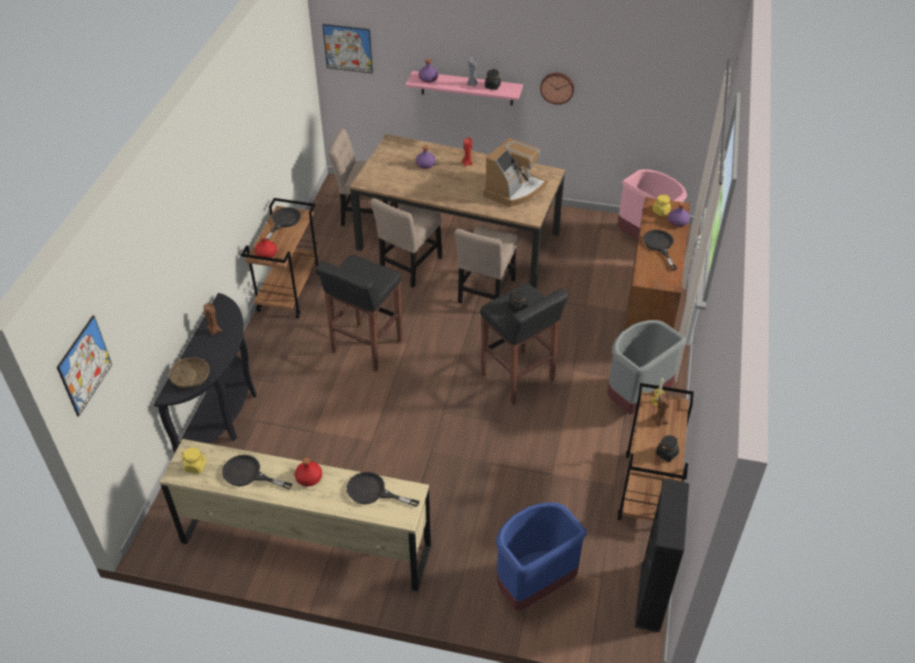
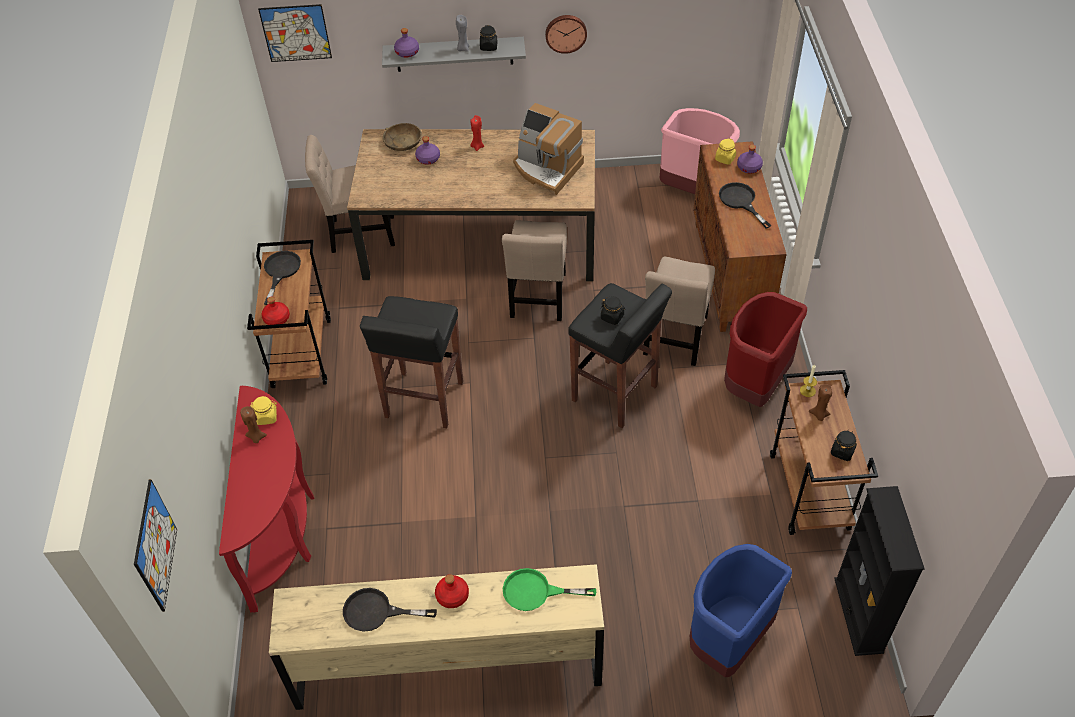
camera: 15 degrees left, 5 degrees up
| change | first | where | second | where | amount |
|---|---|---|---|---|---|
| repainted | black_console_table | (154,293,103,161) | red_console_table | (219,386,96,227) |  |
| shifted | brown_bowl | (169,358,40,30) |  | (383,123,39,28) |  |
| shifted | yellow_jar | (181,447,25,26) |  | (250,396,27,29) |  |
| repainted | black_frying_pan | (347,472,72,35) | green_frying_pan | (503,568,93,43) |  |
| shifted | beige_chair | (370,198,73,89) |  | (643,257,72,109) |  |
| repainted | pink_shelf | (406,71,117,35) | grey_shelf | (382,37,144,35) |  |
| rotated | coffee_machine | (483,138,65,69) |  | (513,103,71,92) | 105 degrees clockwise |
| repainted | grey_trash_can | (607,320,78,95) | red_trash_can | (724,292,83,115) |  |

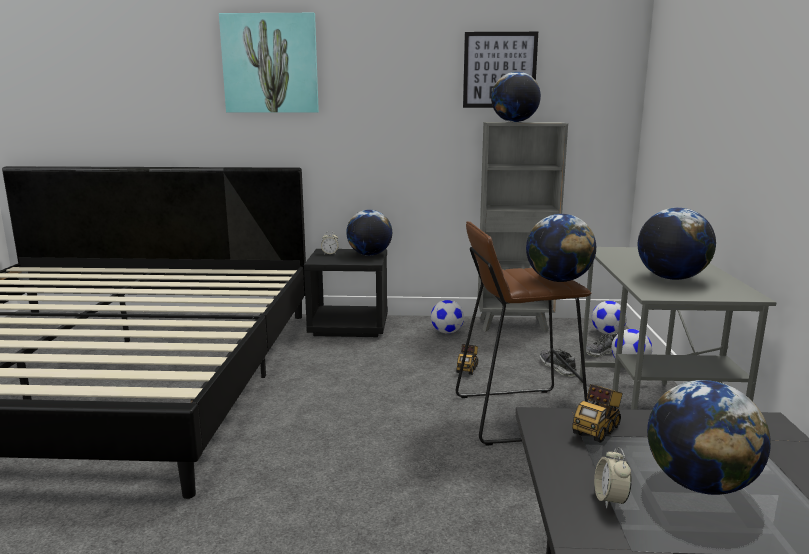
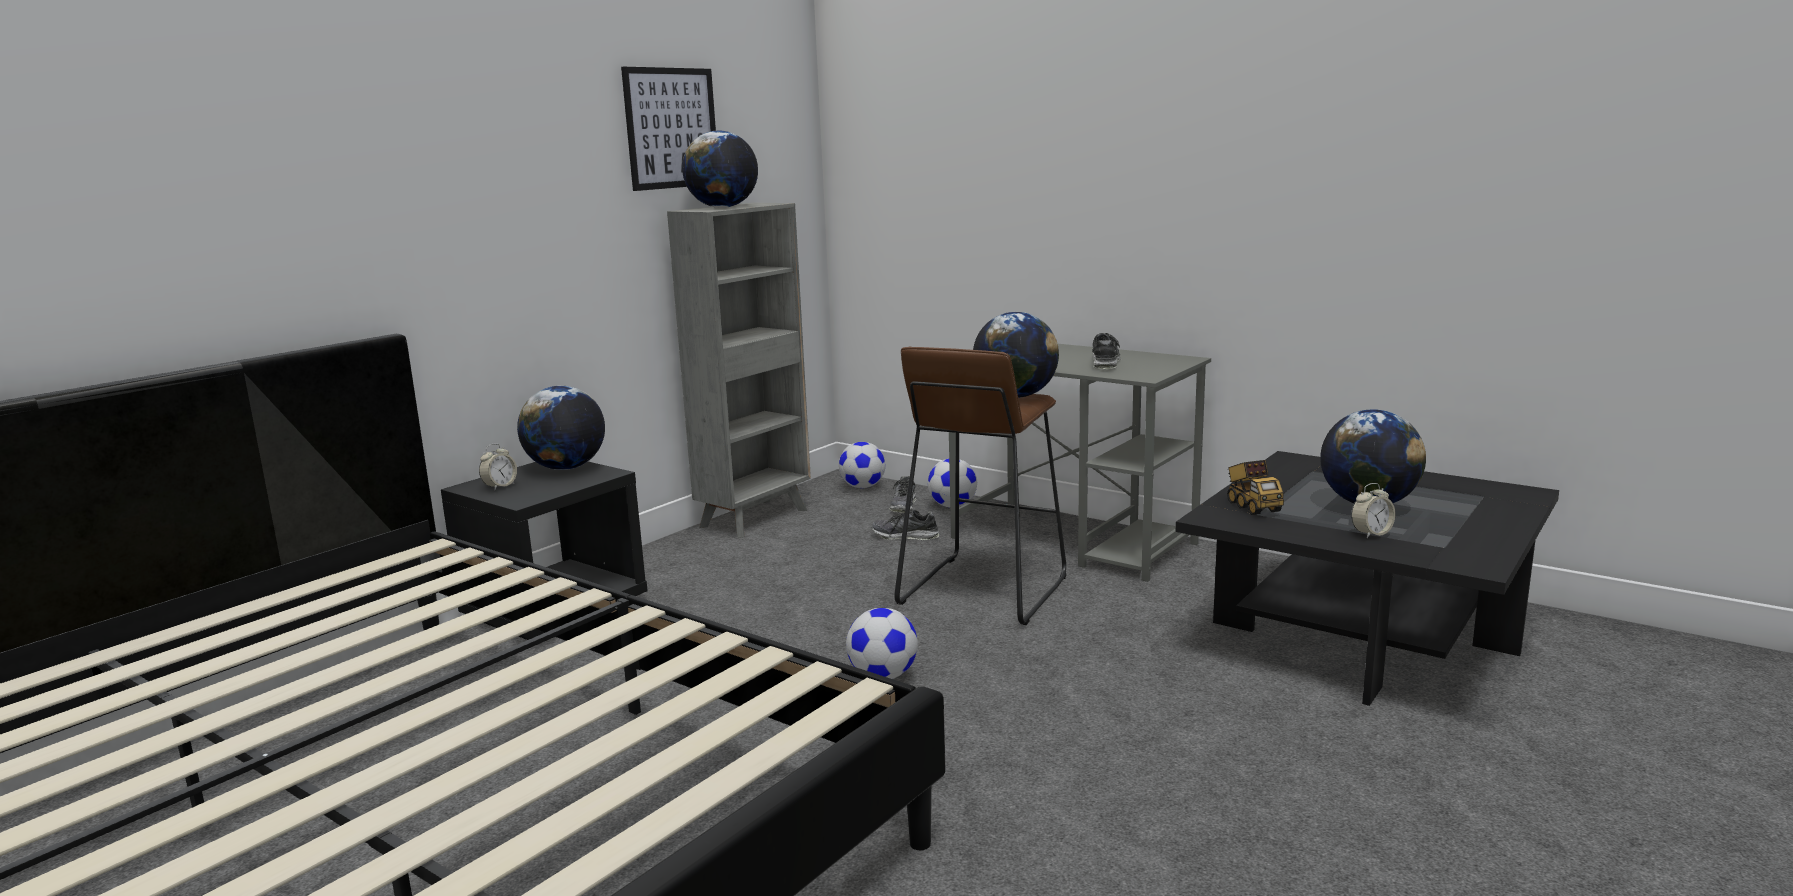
camera: 55 degrees left, 0 degrees up
| change | first | where | second | where | amount |
|---|---|---|---|---|---|
| gone | picture | (219,13,100,100) |  |  |  |
| shifted | football | (431,300,33,33) |  | (846,608,72,71) |  |
| gone | toy_truck | (456,344,22,31) |  |  |  |
| rotated | alarm_clock | (594,447,38,61) |  | (1351,483,44,55) | 60 degrees counterclockwise |
| swapped | globe | (638,208,78,72) | shoe | (1092,333,29,36) |  |

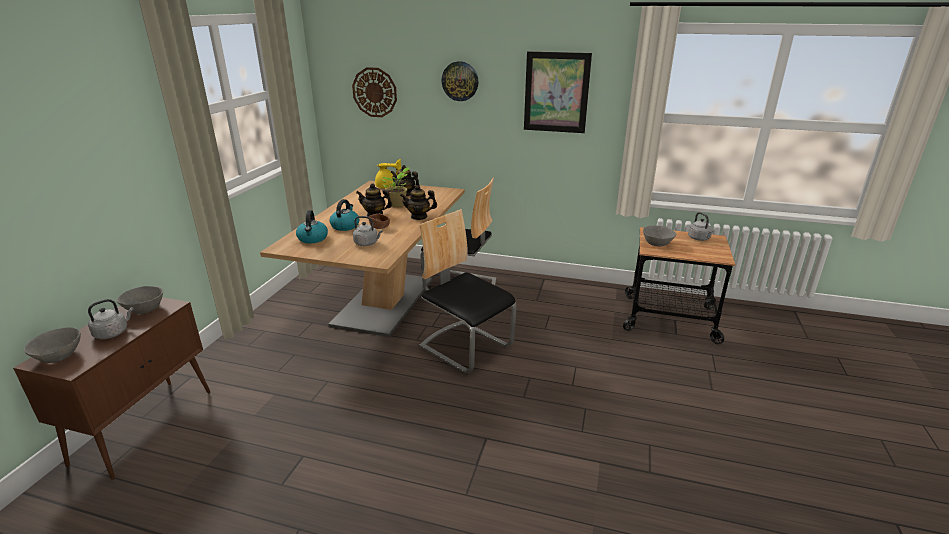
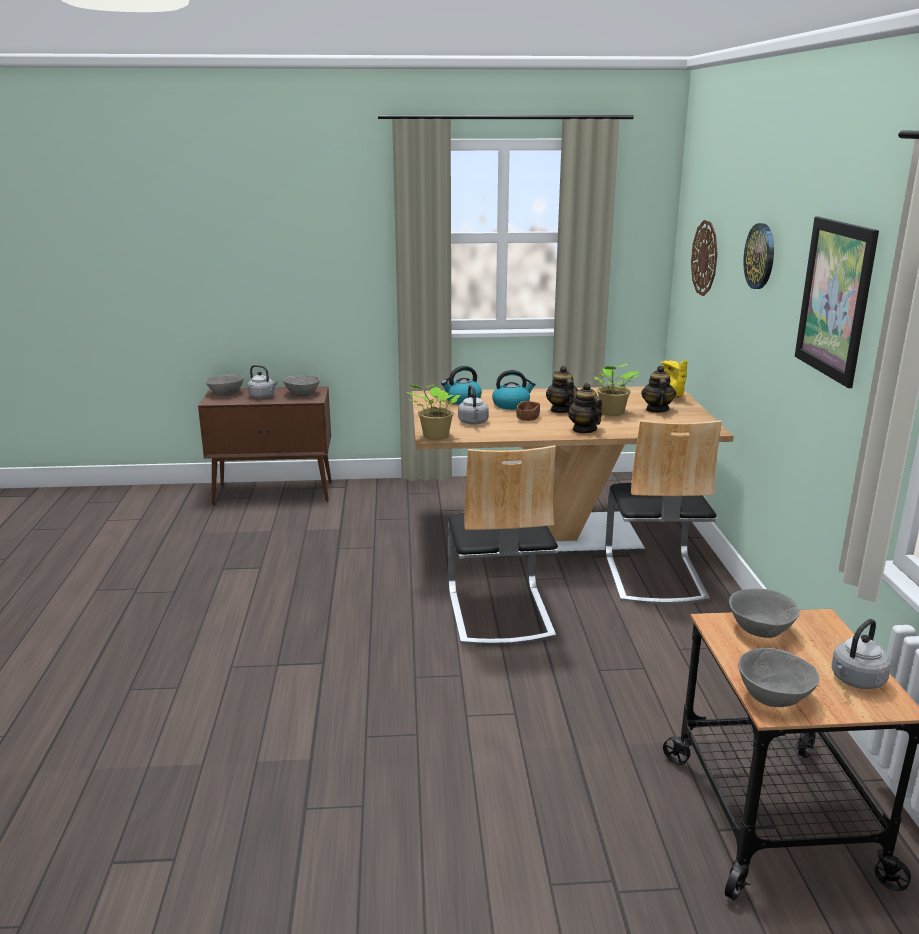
camera: 70 degrees right, 5 degrees down
| change | first | where | second | where | amount |
|---|---|---|---|---|---|
| rotated | chair | (419,209,98,164) |  | (448,445,110,200) | 150 degrees clockwise |
| new |  |  | potted_plant | (406,385,54,55) |  |
| new |  |  | grey_bowl | (738,648,81,59) |  |

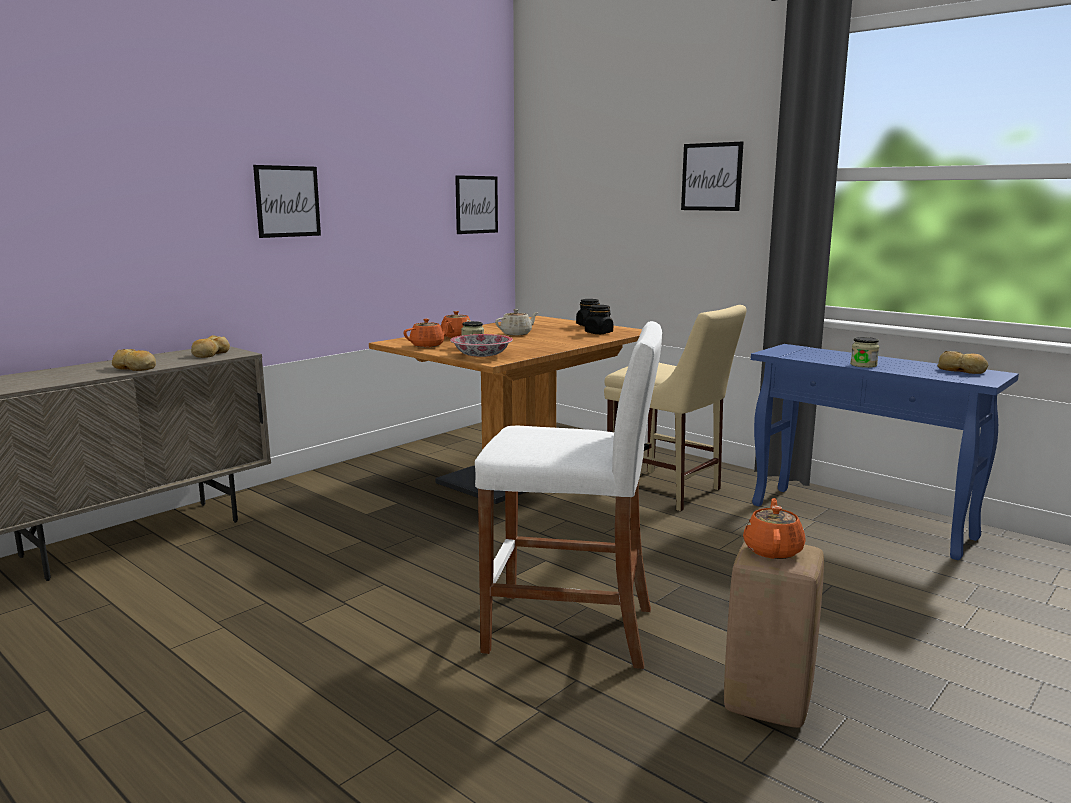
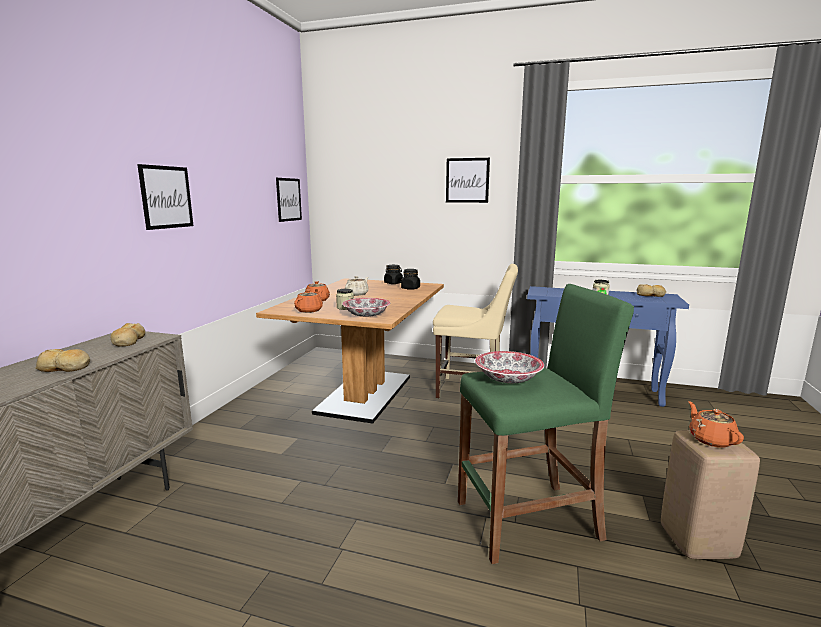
camera: 25 degrees left, 0 degrees up
| change | first | where | second | where | amount |
|---|---|---|---|---|---|
| repainted | white_stool | (475,321,187,348) | green_stool | (458,284,176,280) |  |
| new |  |  | bowl | (475,351,69,32) |  |

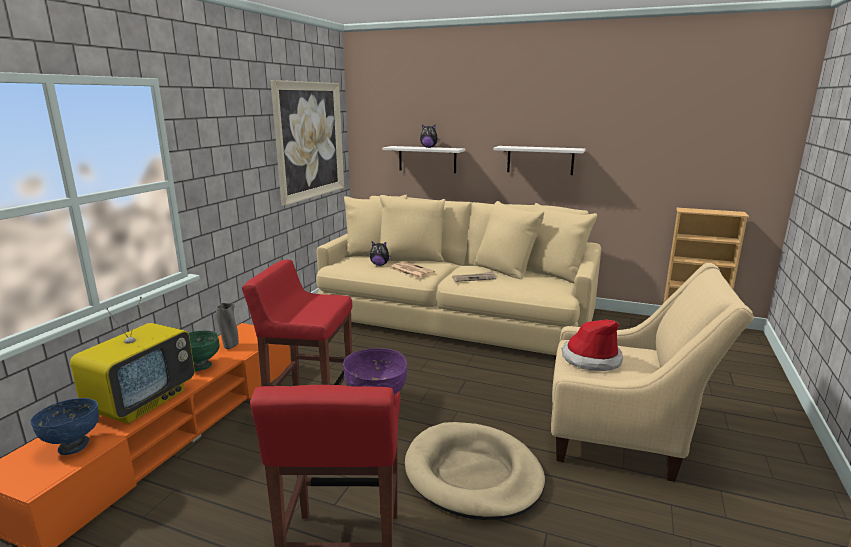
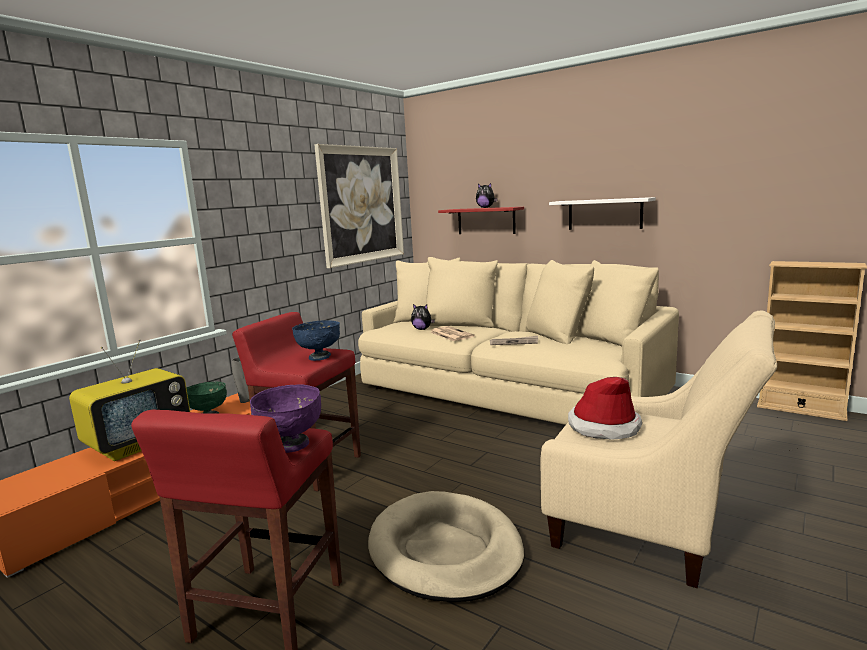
camera: 15 degrees right, 5 degrees down
| change | first | where | second | where | amount |
|---|---|---|---|---|---|
| shifted | blue_bowl | (30,398,69,57) |  | (292,320,48,41) |  |
| repainted | white_shelf | (382,146,83,27) | red_shelf | (438,207,86,27) |  |

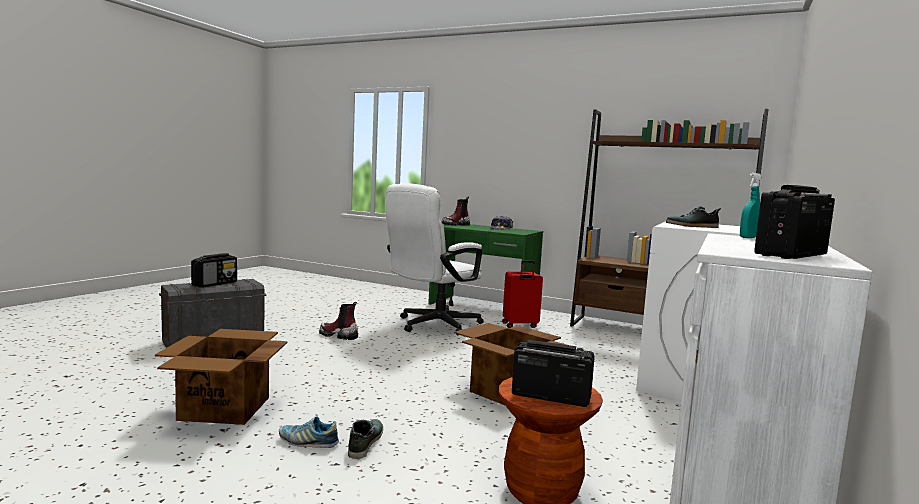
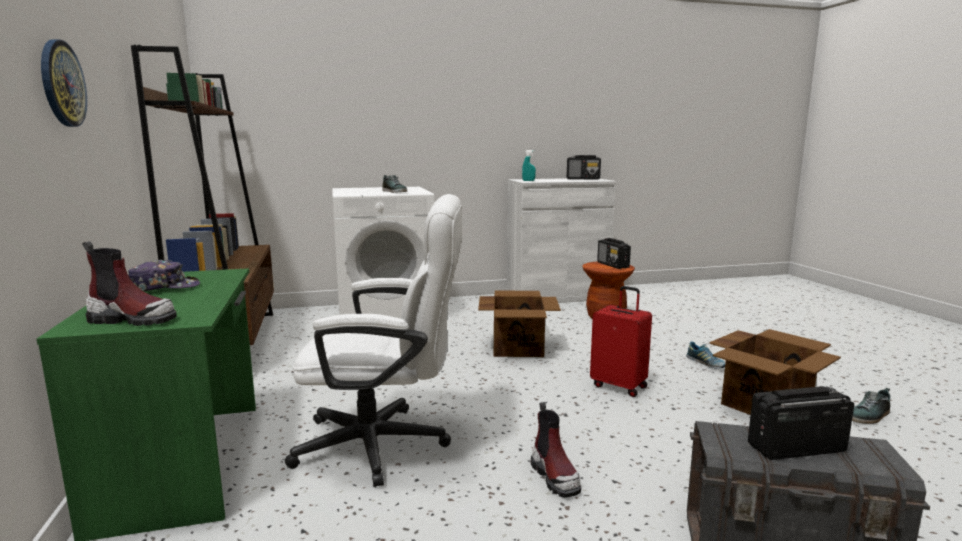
camera: 130 degrees left, 5 degrees up
| change | first | where | second | where | amount |
|---|---|---|---|---|---|
| shifted | shoe | (348,419,35,40) |  | (852,388,38,36) |  |
| shifted | red_suitcase | (502,260,41,68) |  | (590,286,62,111) |  |
| new |  |  | wall_clock | (41,39,46,88) |  |

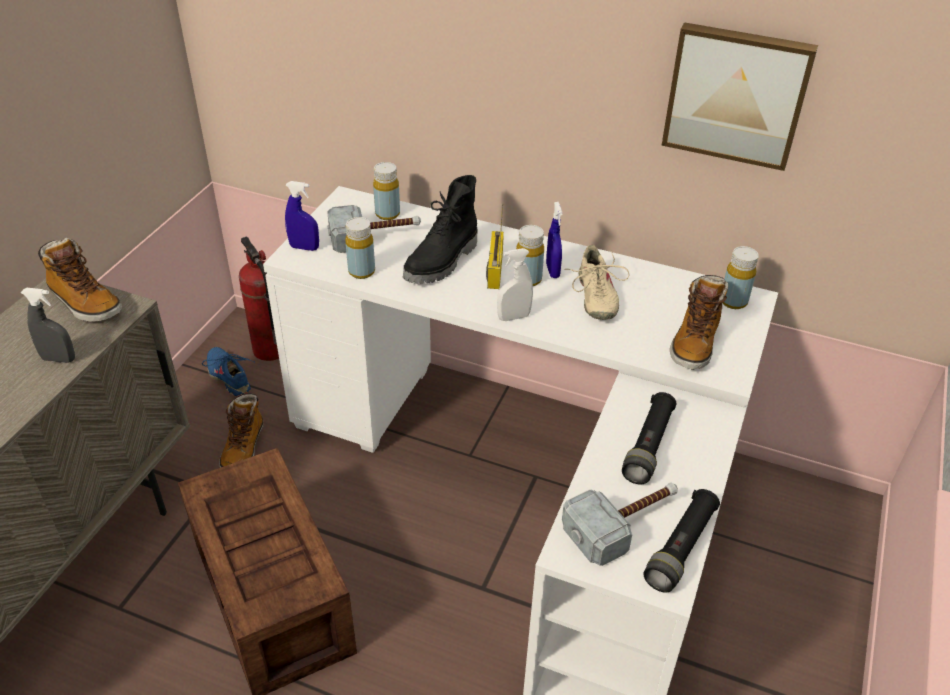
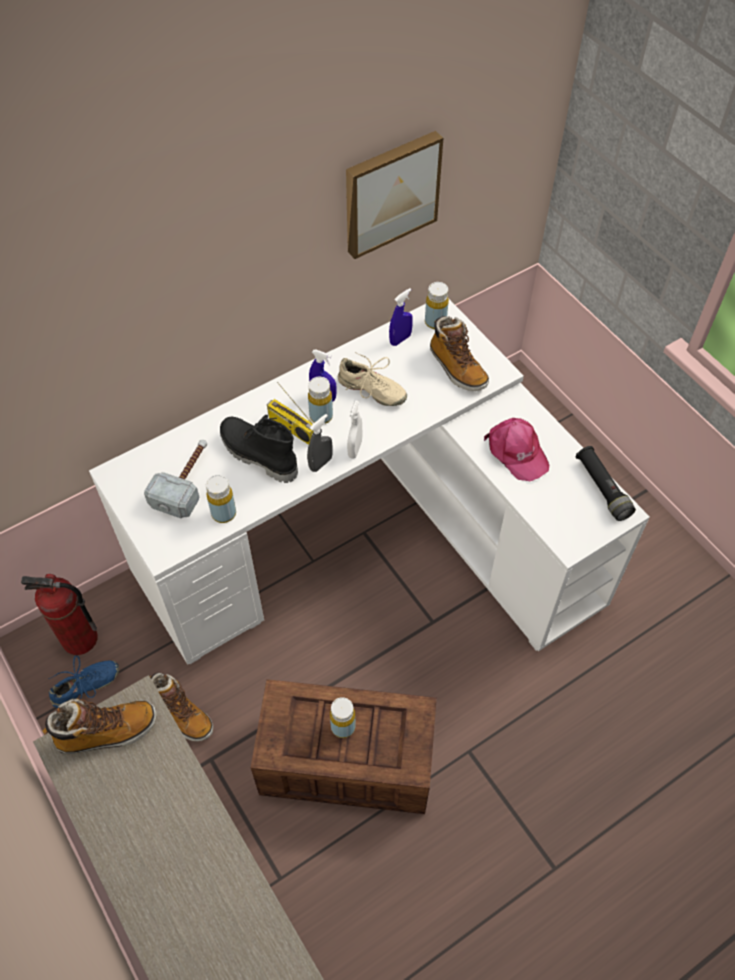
camera: 55 degrees left, 15 degrees up
| change | first | where | second | where | amount |
|---|---|---|---|---|---|
| shifted | grey_spray_bottle | (21,288,54,75) |  | (307,414,26,58) |  |
| rotated | blue_shoe | (202,347,54,49) |  | (49,655,71,53) | 150 degrees clockwise |
| shifted | blue_spray_bottle | (285,181,34,70) |  | (389,288,24,58) |  |
| shifted | yellow_bottle | (373,162,27,58) |  | (330,697,26,41) |  |
| rotated | black_boot | (403,175,74,109) |  | (220,415,78,68) | 150 degrees clockwise |
| gone | hammer | (562,482,116,84) |  |  |  |
| swapped | black_flashlight | (622,392,54,92) | pink_cap | (484,418,65,63) |  |

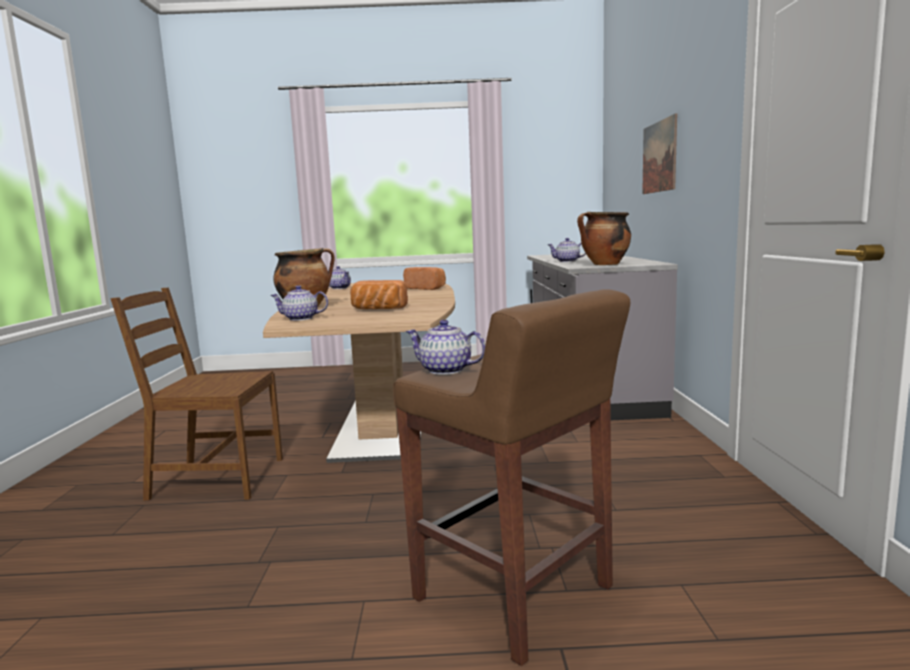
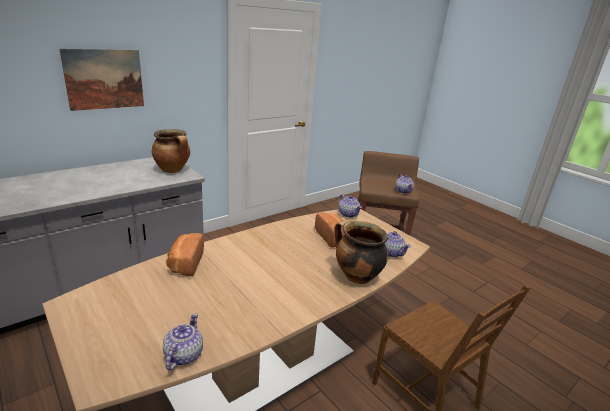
camera: 130 degrees left, 15 degrees up
| change | first | where | second | where | amount |
|---|---|---|---|---|---|
| shifted | teapot | (548,238,38,24) |  | (338,194,24,24) |  |

